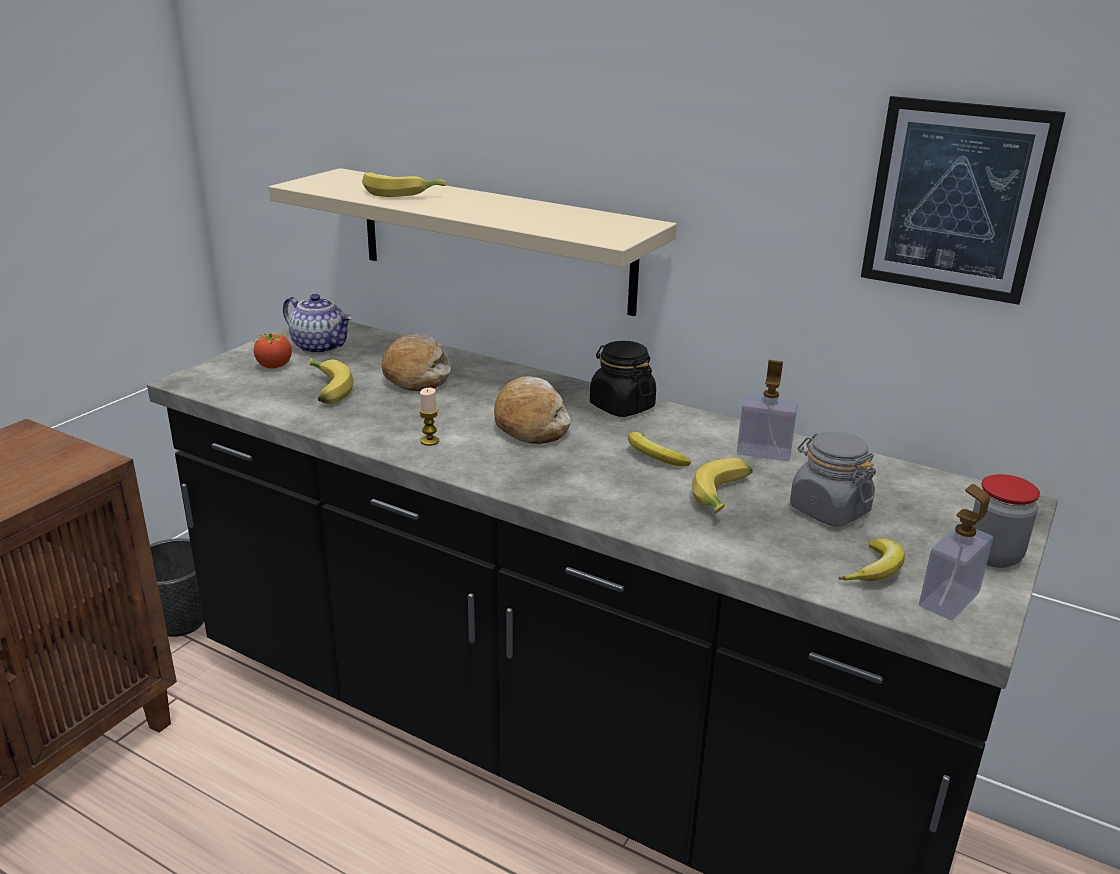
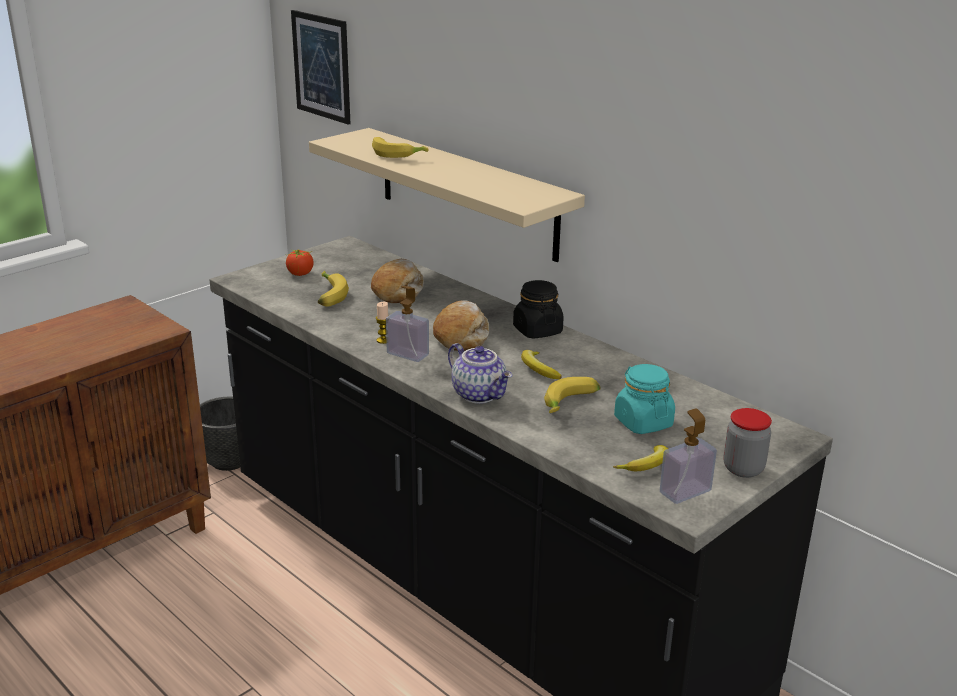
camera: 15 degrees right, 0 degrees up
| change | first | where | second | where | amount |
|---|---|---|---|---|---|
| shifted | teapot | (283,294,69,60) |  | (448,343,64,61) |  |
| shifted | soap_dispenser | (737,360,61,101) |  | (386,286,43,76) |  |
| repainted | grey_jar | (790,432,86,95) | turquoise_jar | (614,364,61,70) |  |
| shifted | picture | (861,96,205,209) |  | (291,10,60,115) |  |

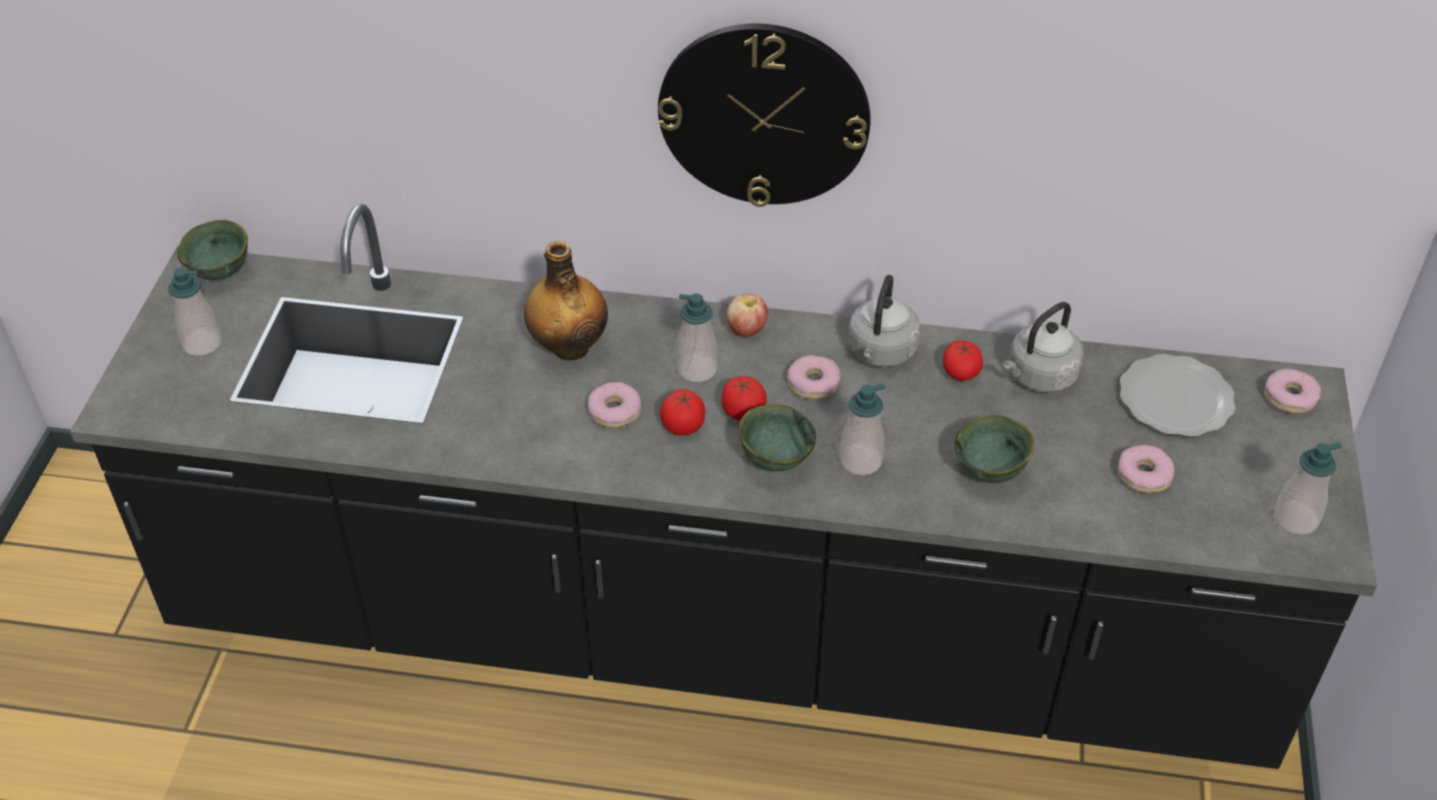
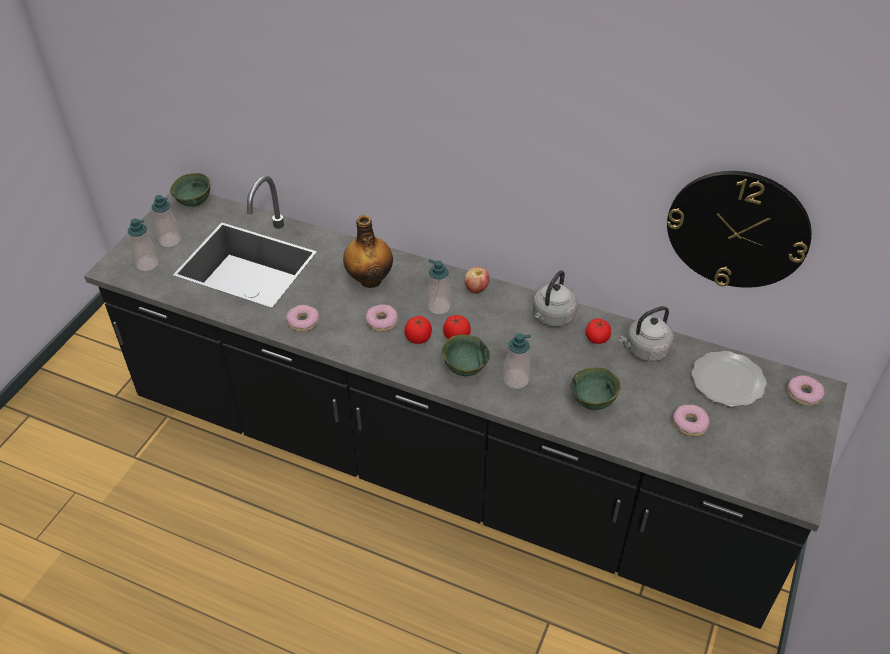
camera: 15 degrees right, 0 degrees up
| change | first | where | second | where | amount |
|---|---|---|---|---|---|
| shifted | wall_clock | (658,24,213,183) |  | (667,171,145,117) |  |
| shifted | donut | (787,355,54,44) |  | (286,305,33,27) |  |
| shifted | soap_dispenser | (1274,442,68,93) |  | (128,218,31,53) |  |

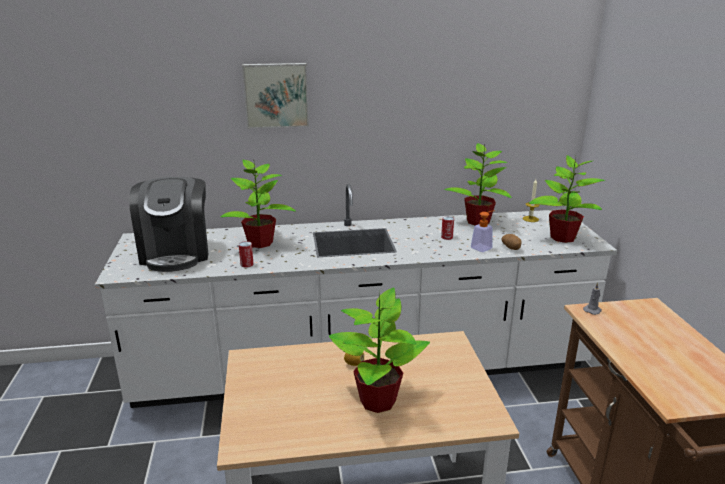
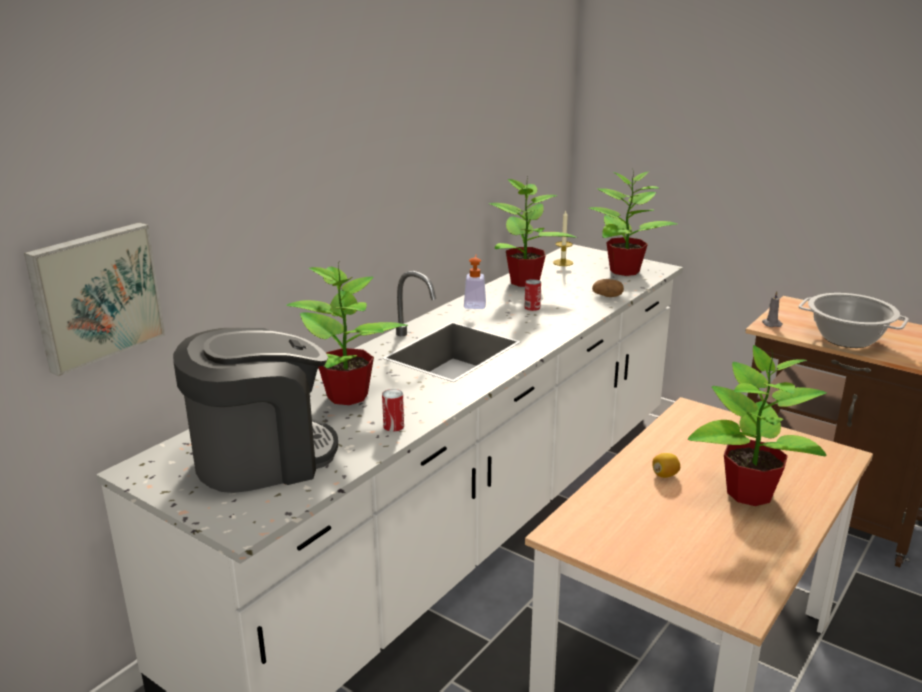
camera: 45 degrees left, 0 degrees up
| change | first | where | second | where | amount |
|---|---|---|---|---|---|
| rotated | coffee_machine | (129,177,79,95) |  | (173,328,165,165) | 60 degrees counterclockwise |
| shifted | picture | (242,63,67,66) |  | (24,222,141,154) |  |
| shifted | soap_dispenser | (471,210,24,42) |  | (464,255,22,54) |  |
| new |  |  | cooking_pot | (798,293,111,55) |  |

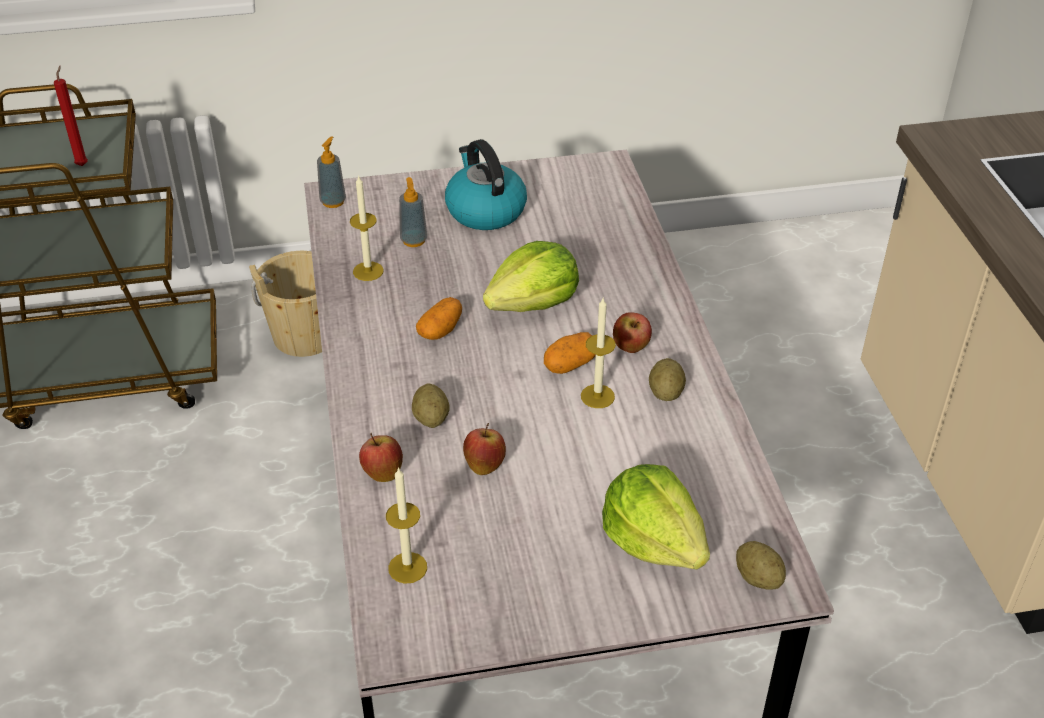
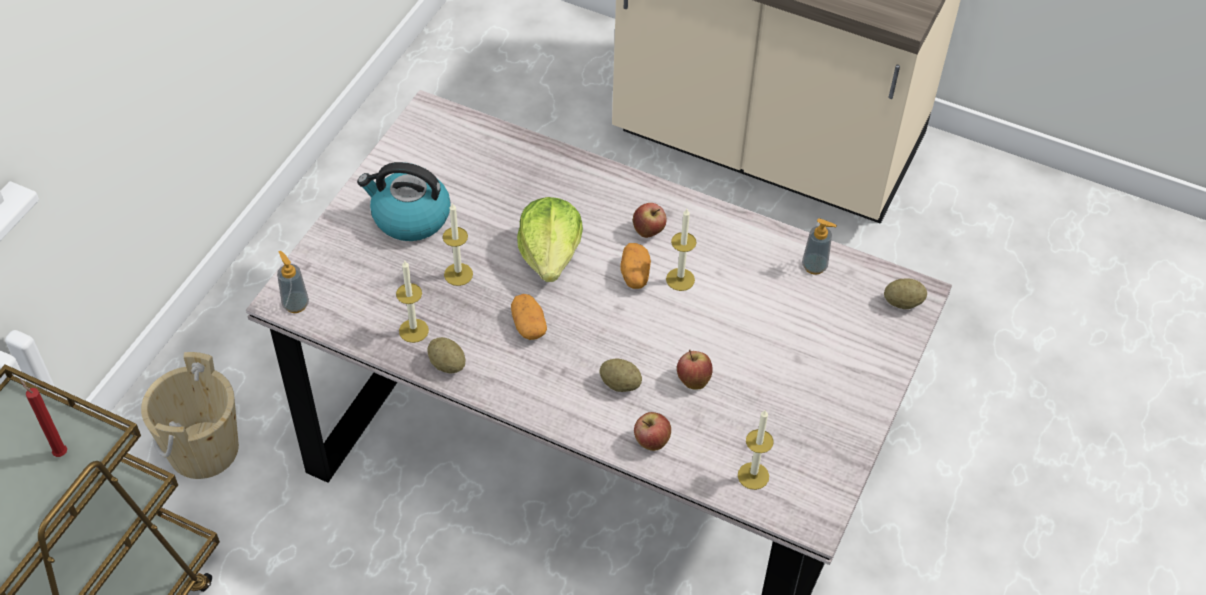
camera: 55 degrees left, 10 degrees up
| change | first | where | second | where | amount |
|---|---|---|---|---|---|
| shifted | soap_dispenser | (399,177,28,70) |  | (802,218,35,57) |  |
| gone | lettuce | (602,464,108,106) |  |  |  |
| shifted | potato | (649,358,37,43) |  | (427,337,38,37) |  |
| new |  |  | candle | (443,202,30,84) |  |

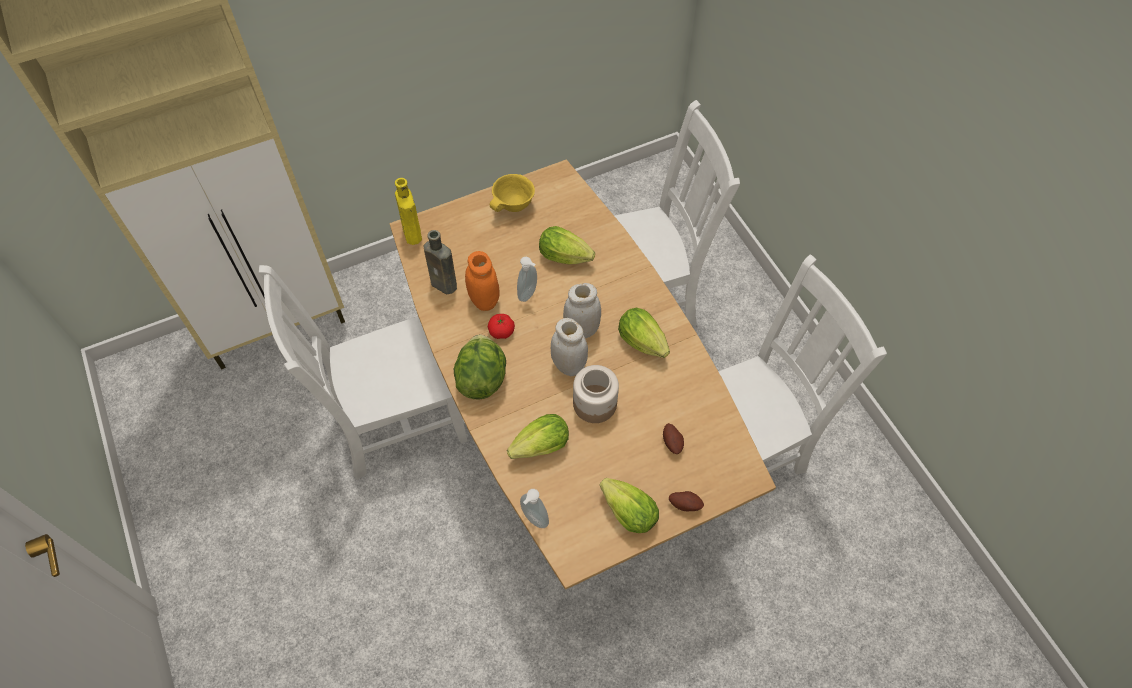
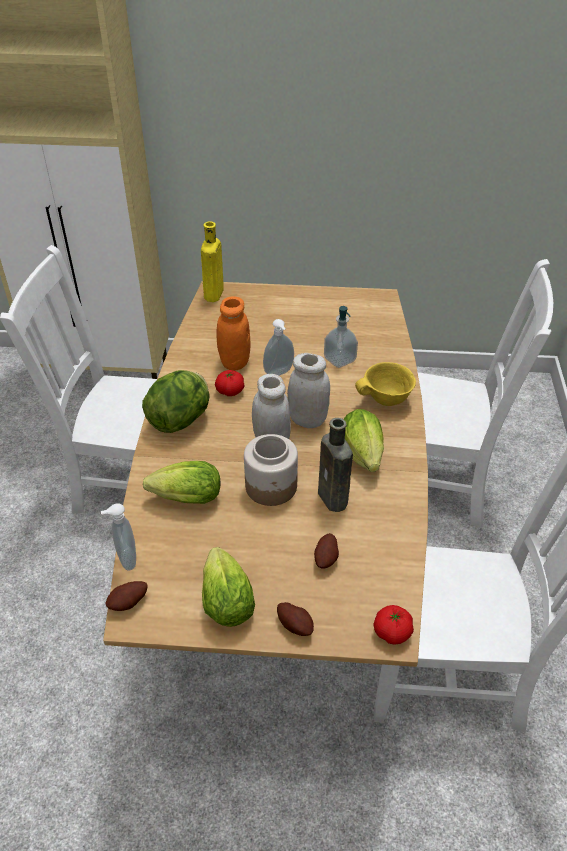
camera: 30 degrees right, 15 degrees down
| change | first | where | second | where | amount |
|---|---|---|---|---|---|
| shifted | brown_bottle | (424,230,33,64) |  | (318,418,35,94) |  |
| shifted | yellow_bowl | (490,174,45,38) |  | (355,362,61,44) |  |
| swapped | lettuce | (539,226,56,38) | soap_dispenser | (324,306,34,62) |  |
| new |  |  | potato | (105,581,43,30) |  |
| new |  |  | tomato | (373,605,41,40) |  |

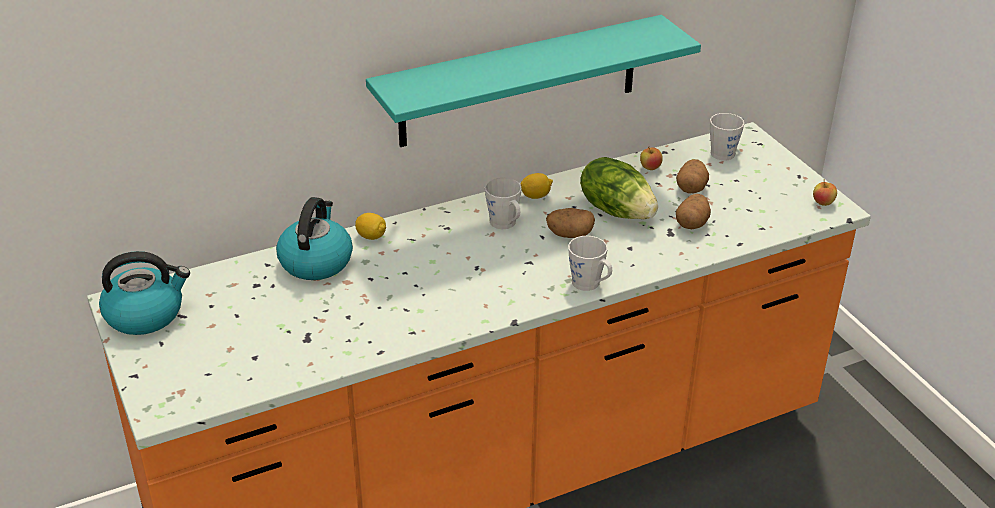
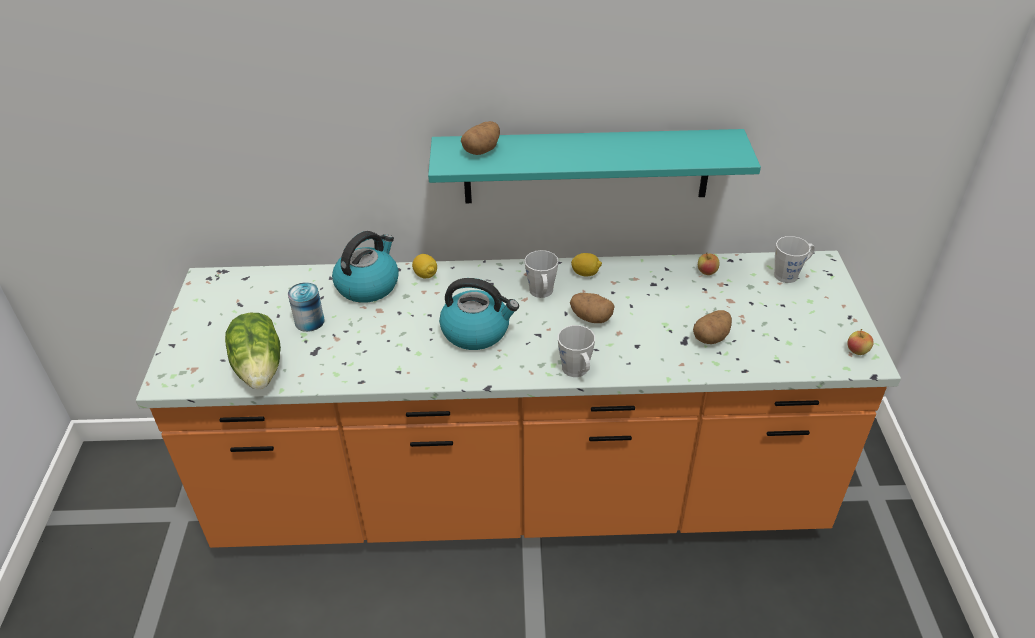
camera: 25 degrees right, 5 degrees up
| change | first | where | second | where | amount |
|---|---|---|---|---|---|
| shifted | kettle | (99,251,91,84) |  | (439,278,80,72) |  |
| shifted | lettuce | (580,157,78,62) |  | (225,313,56,76) |  |
| shifted | potato | (676,159,33,34) |  | (461,121,39,34) |  |
| new |  |  | can | (288,282,37,50) |  |

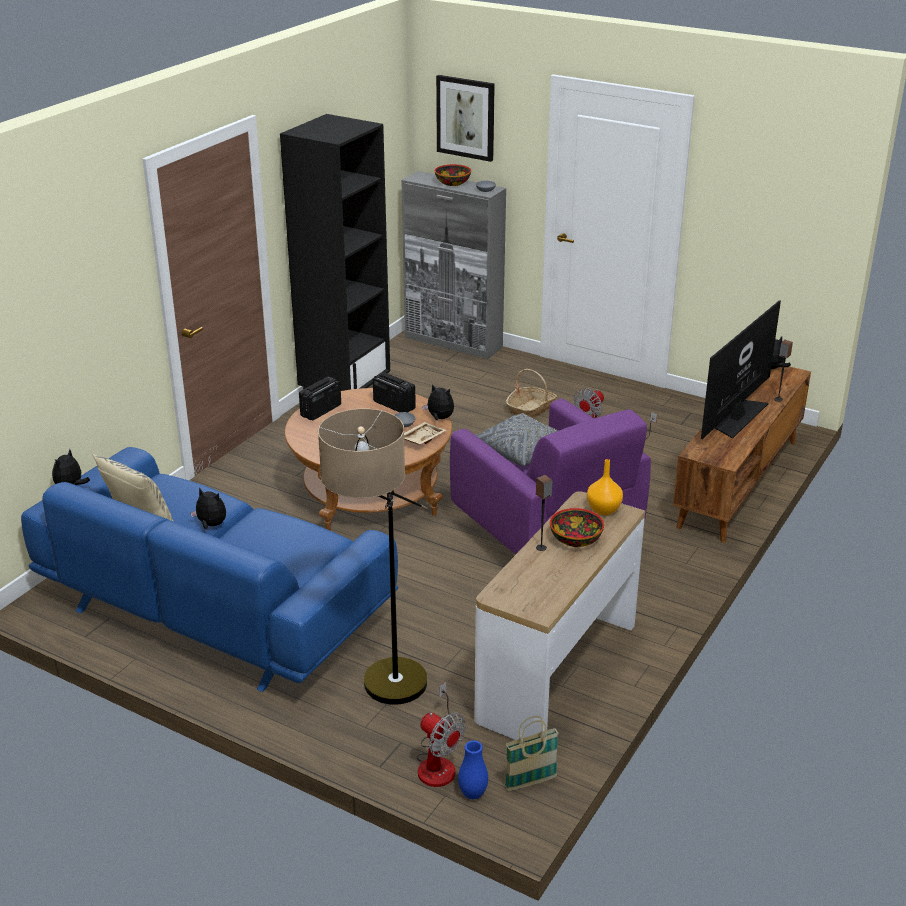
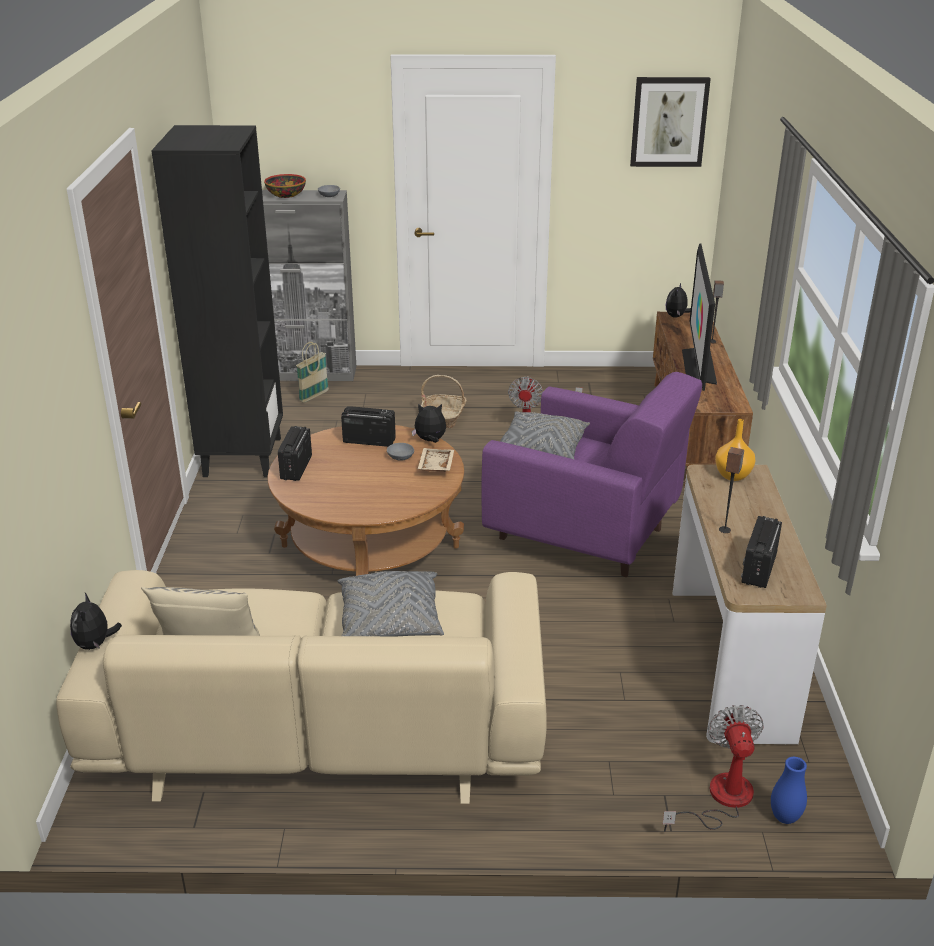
camera: 30 degrees left, 0 degrees up
| change | first | where | second | where | amount |
|---|---|---|---|---|---|
| repainted | blue_sofa | (21,447,377,245) | beige_sofa | (56,570,491,234) |  |
| gone | plush_toy | (190,487,36,42) |  |  |  |
| gone | floor_lamp | (318,409,110,296) |  |  |  |
| rotated | fan | (416,682,50,105) |  | (663,705,101,127) | 105 degrees counterclockwise |
| shifted | picture | (436,75,59,87) |  | (630,77,81,90) |  |
| shifted | basket | (505,716,54,75) |  | (296,342,33,61) |  |
| gone | bowl | (550,508,54,39) |  |  |  |
| new |  |  | grey_pillow | (338,571,106,65) |  |
| new |  |  | radio | (741,516,41,72) |  |

